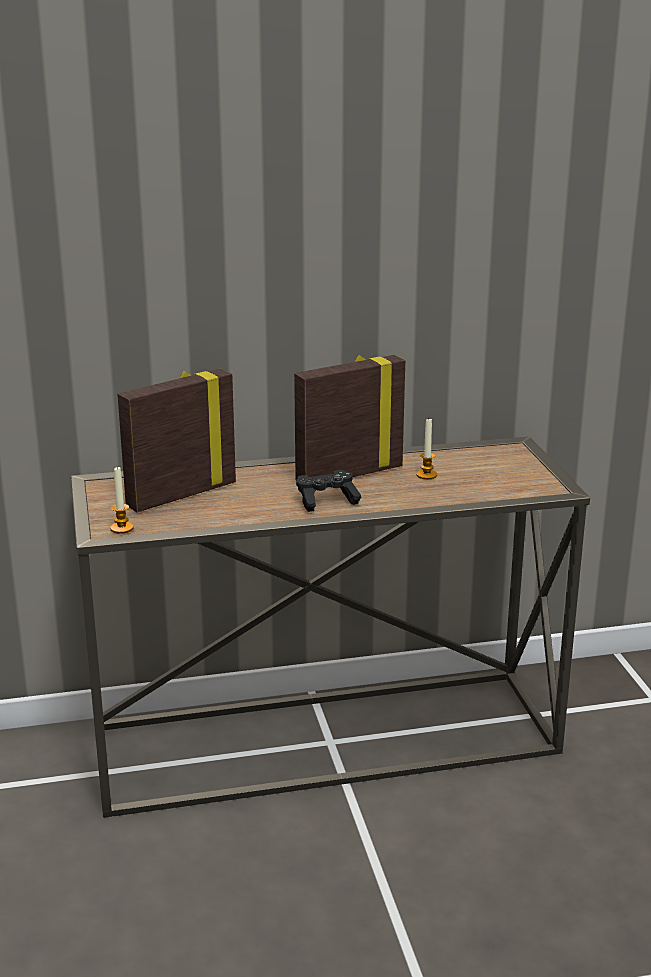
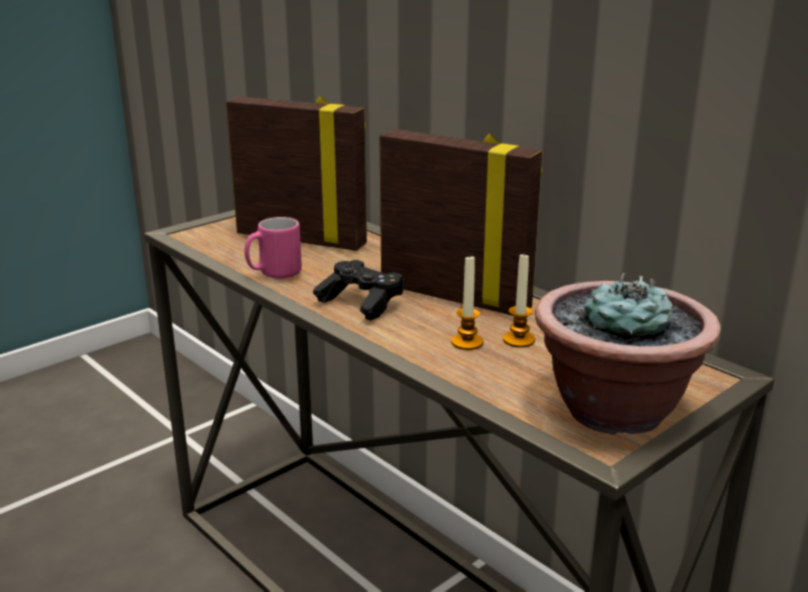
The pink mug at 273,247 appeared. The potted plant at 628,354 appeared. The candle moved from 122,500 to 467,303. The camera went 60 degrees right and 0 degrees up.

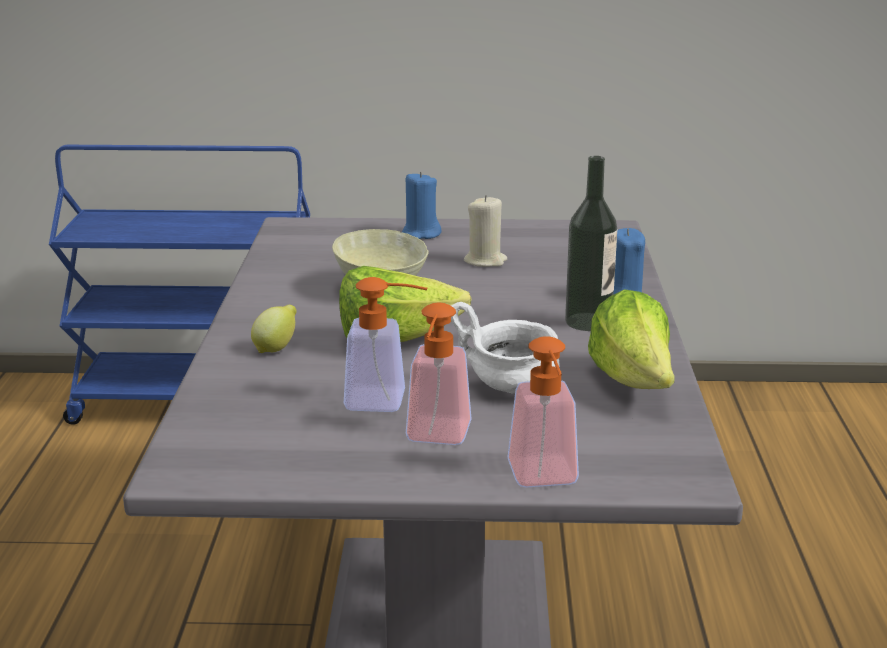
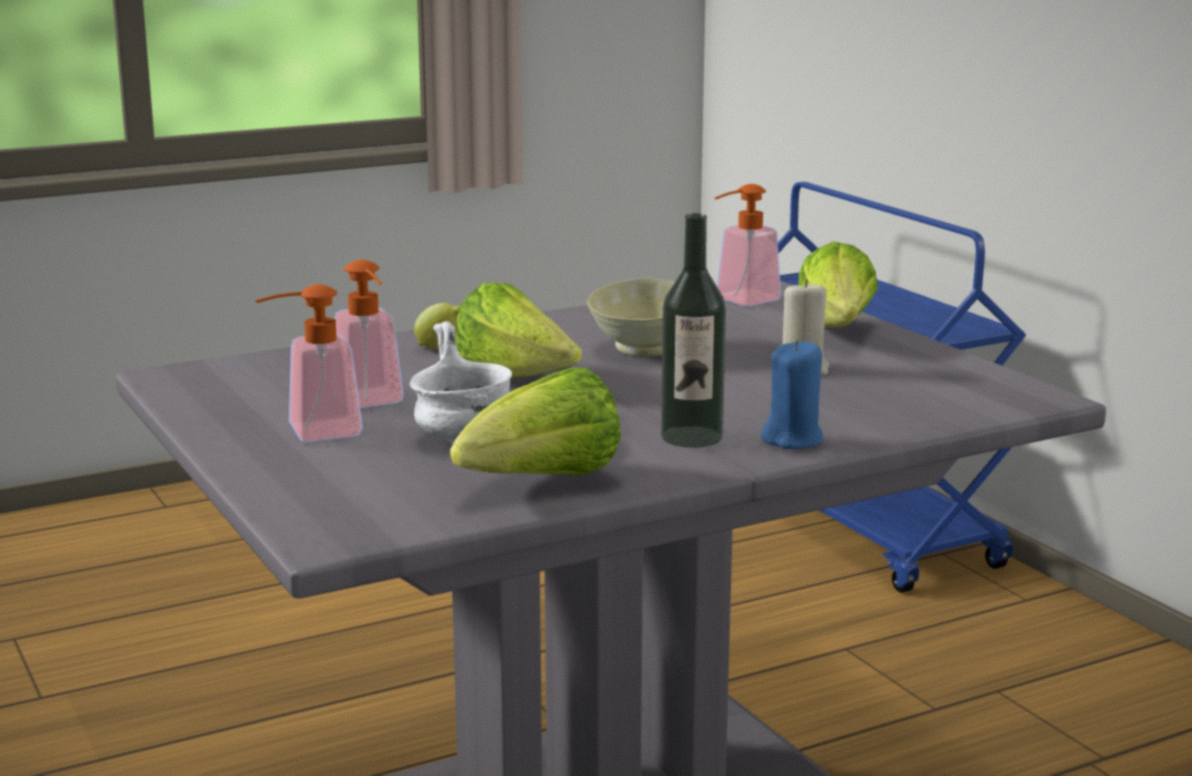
The soap dispenser moved from 543,412 to 748,245. The blue candle at 421,205 was replaced by the lettuce at 838,284. The camera went 60 degrees right and 5 degrees down.

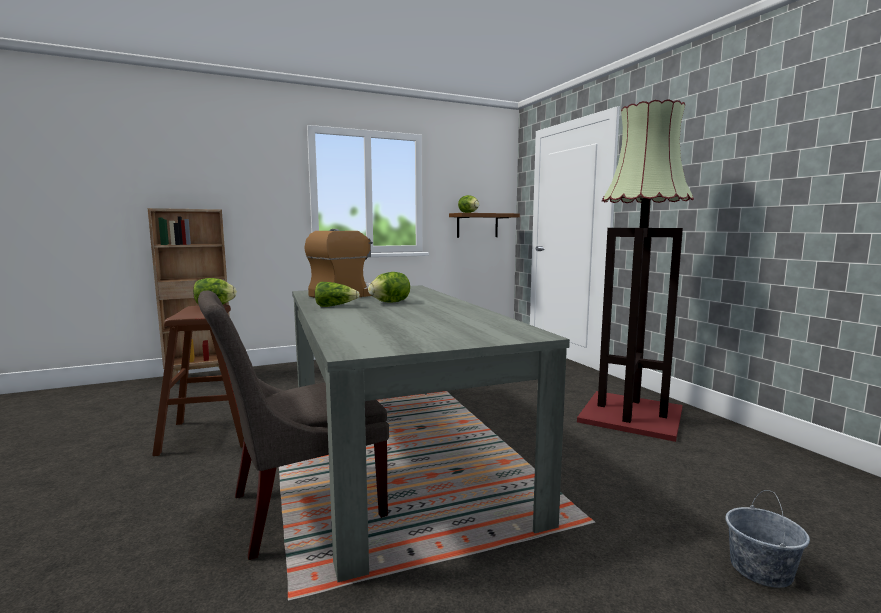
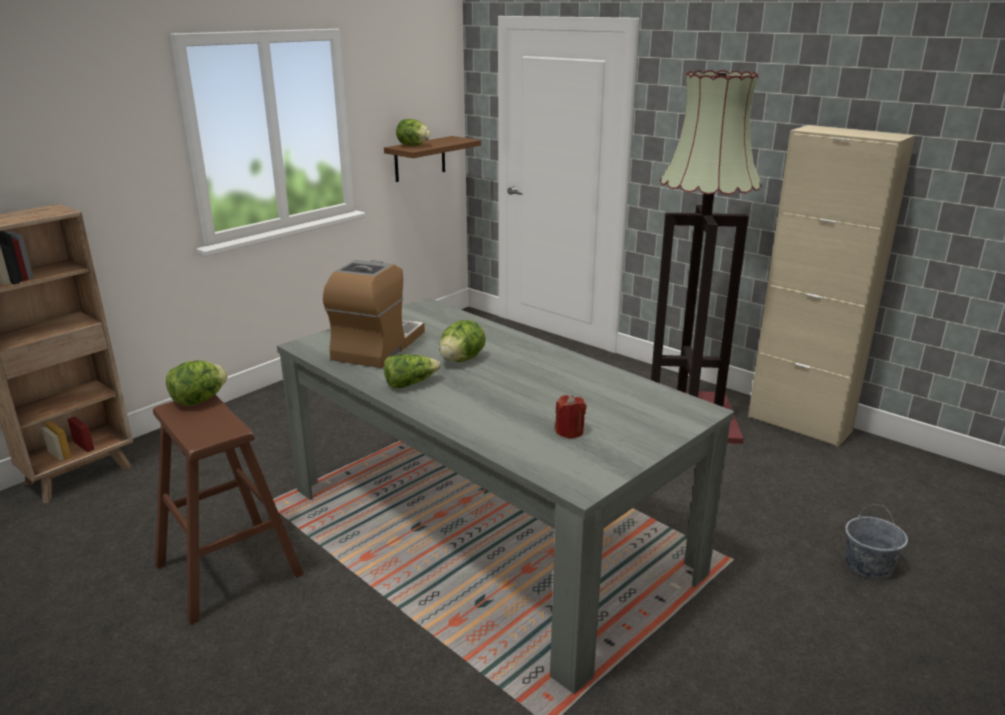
The grey chair at 293,425 disappeared. The red candle at 570,417 appeared. The beige cabinet at 832,286 appeared. The camera went 25 degrees left and 15 degrees up.

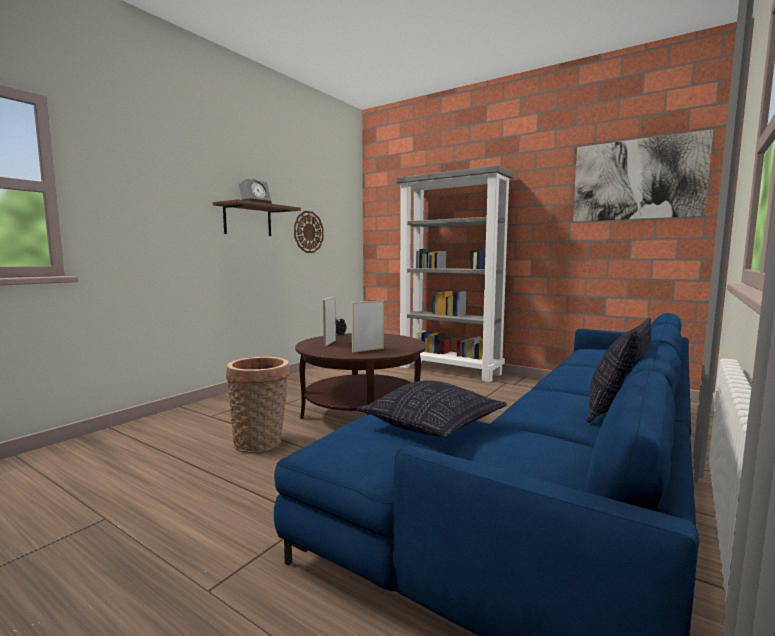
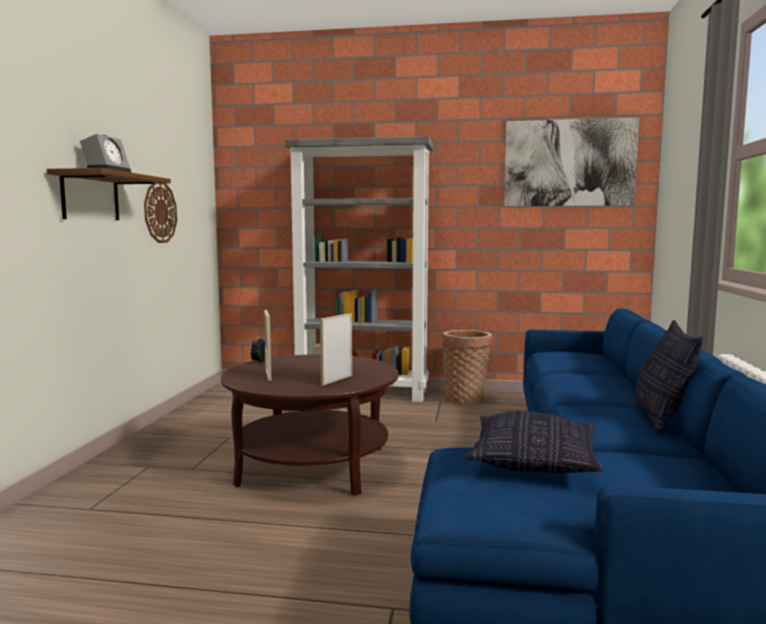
The basket moved from 257,405 to 467,368. The camera went 25 degrees left and 0 degrees up.

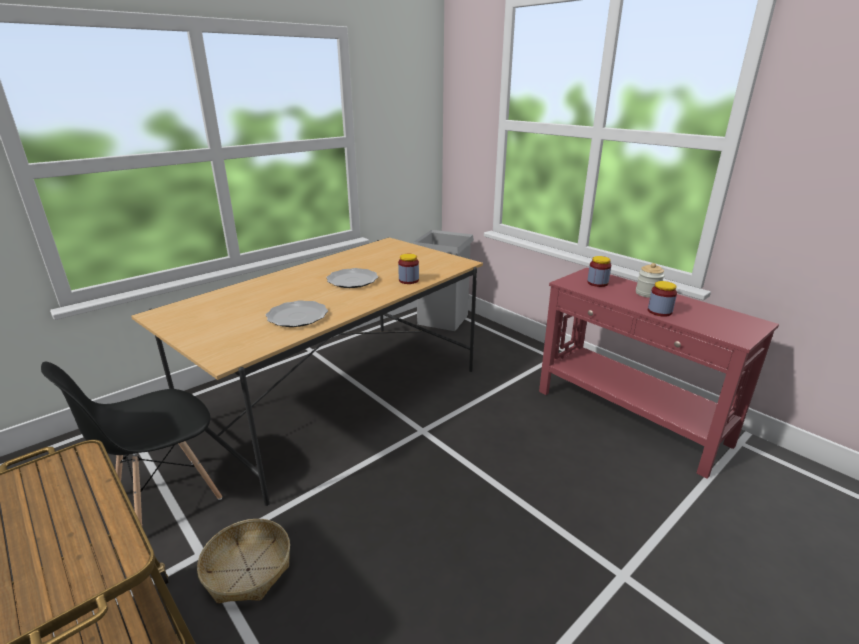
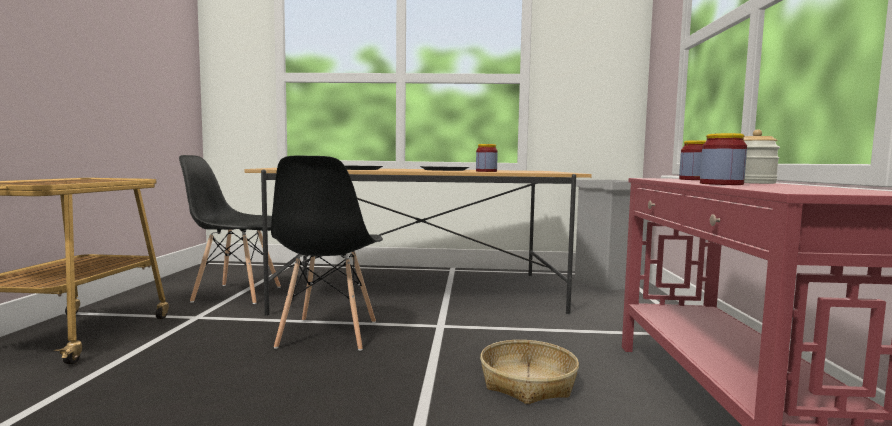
The black chair at 327,253 appeared. The basket moved from 243,561 to 529,372. The camera went 45 degrees right and 20 degrees down.

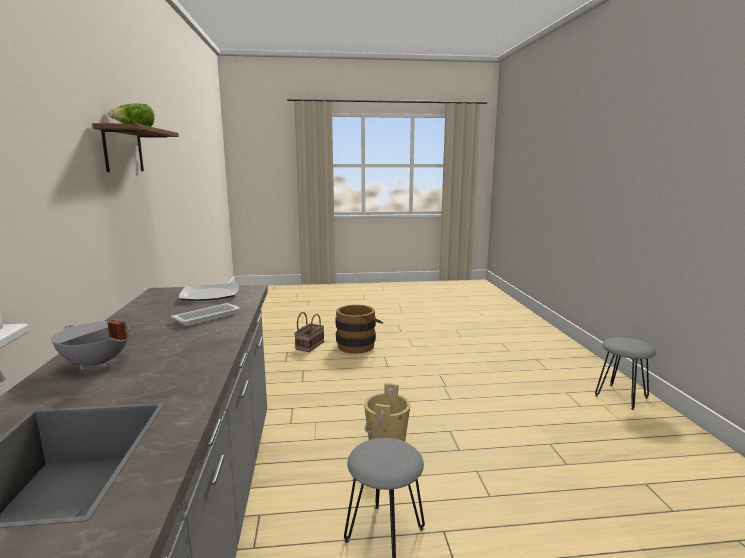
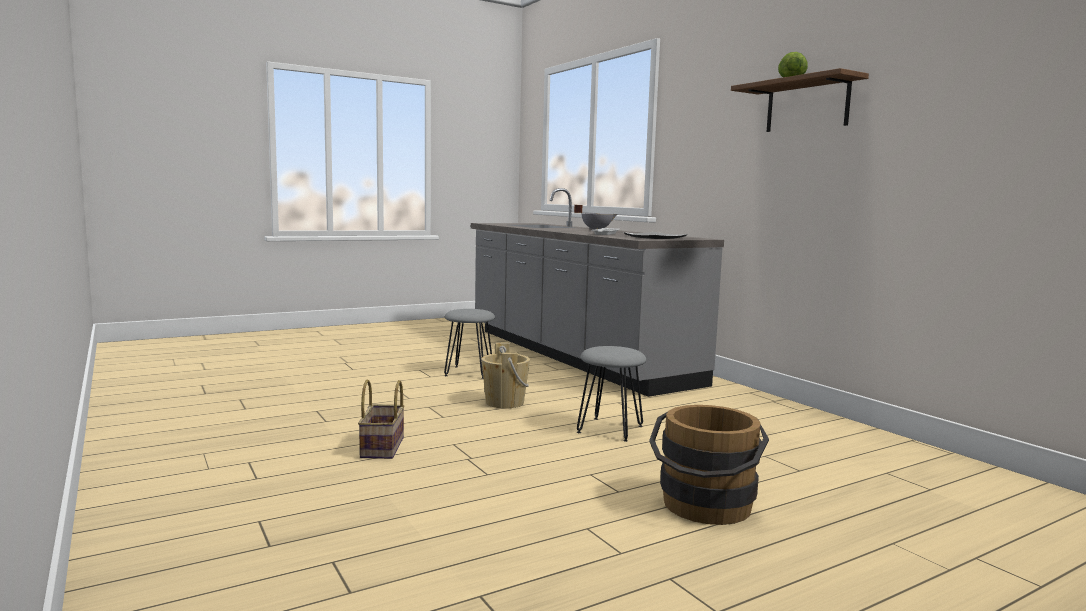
The basket moved from 309,332 to 381,419. The grey stool moved from 625,373 to 611,394. The camera went 155 degrees right and 5 degrees down.

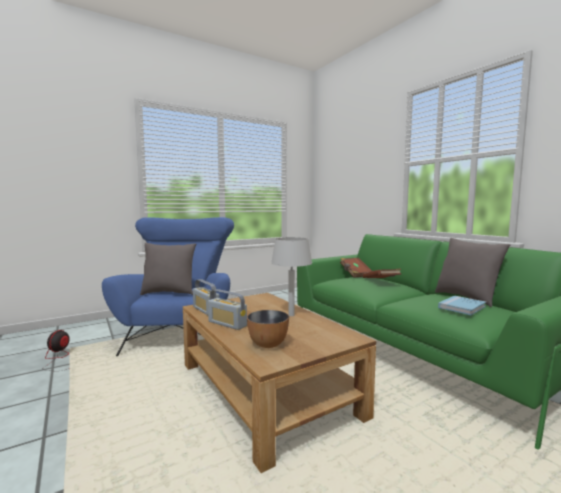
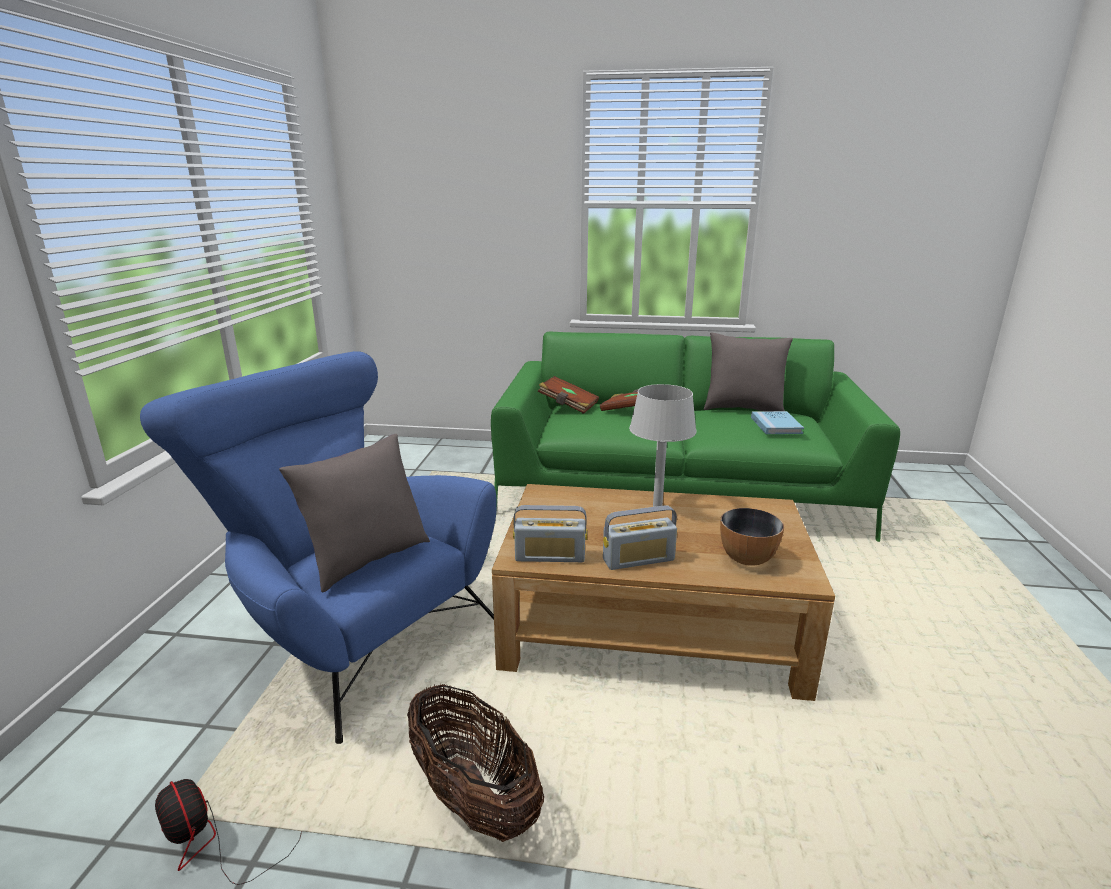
The basket at 475,762 appeared. The camera went 50 degrees left and 15 degrees up.

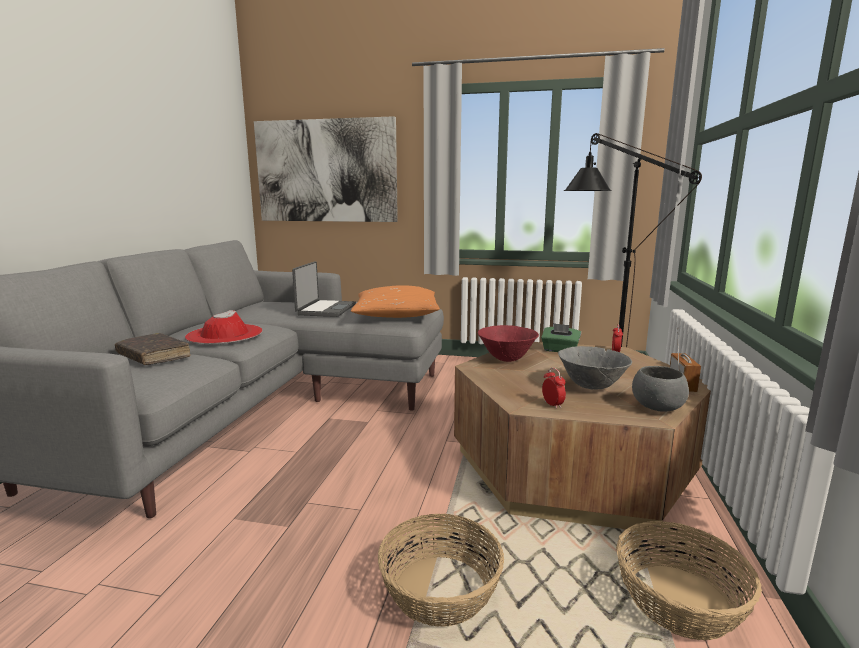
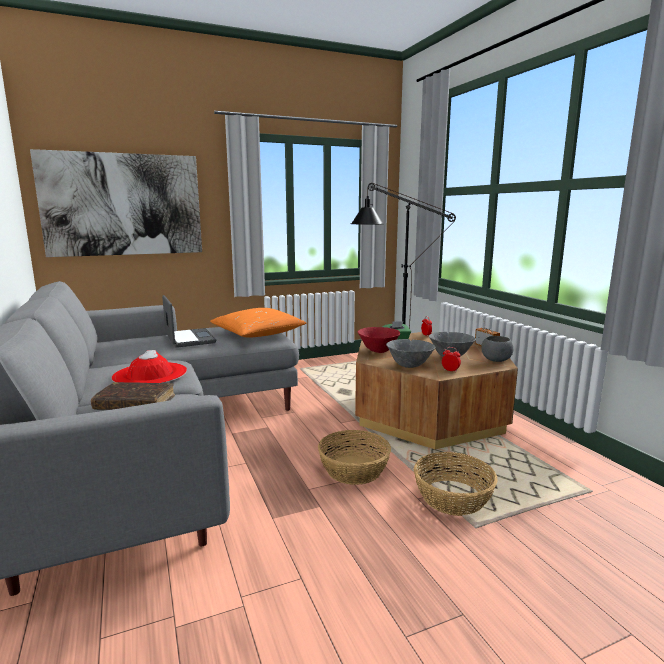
The grey bowl at 411,353 appeared. The basket moved from 689,580 to 354,457. The camera went 35 degrees left and 0 degrees up.

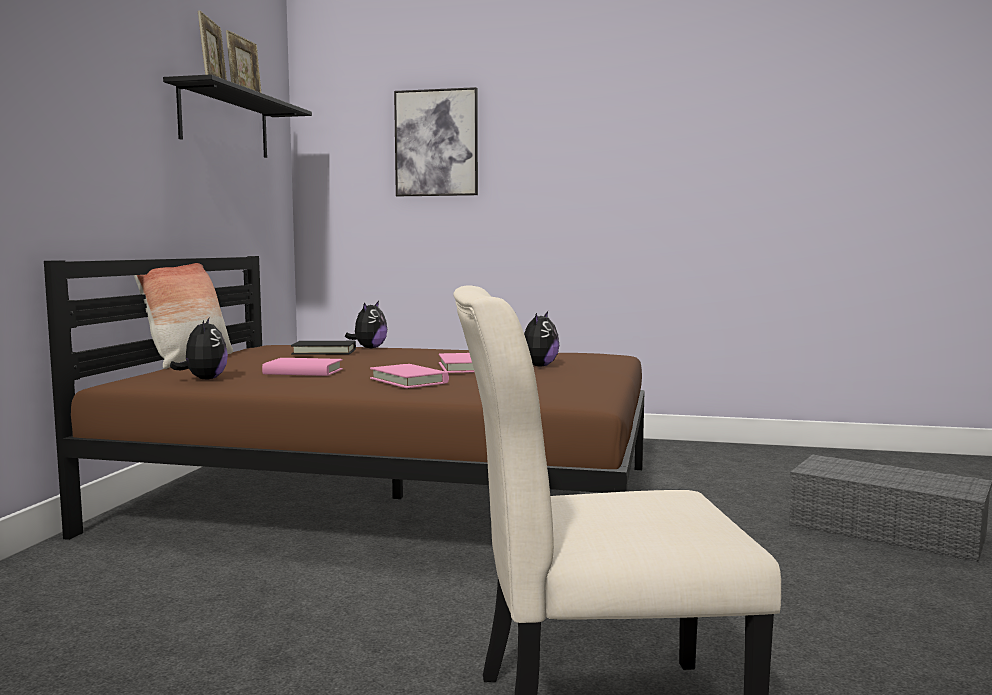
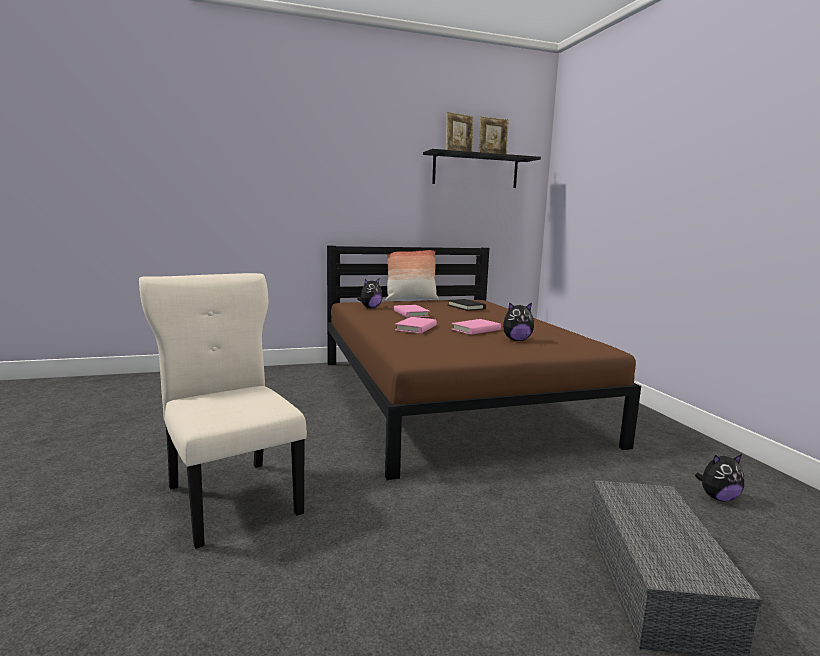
The picture at 436,141 disappeared. The plush toy moved from 366,324 to 719,477. The camera went 60 degrees right and 5 degrees up.

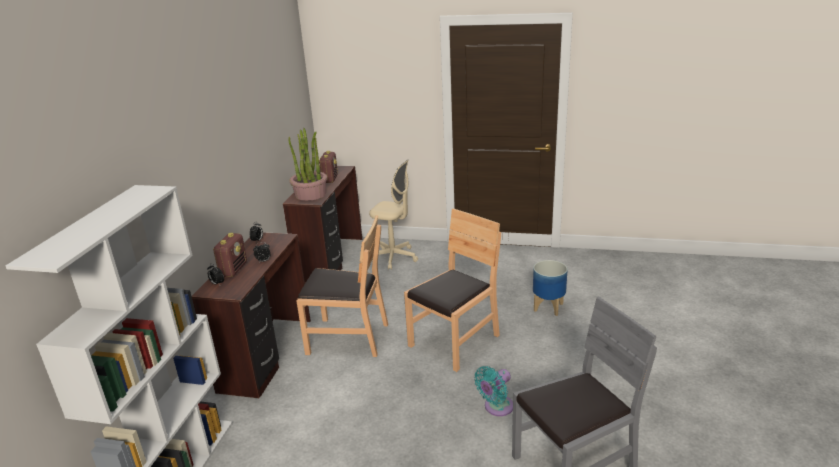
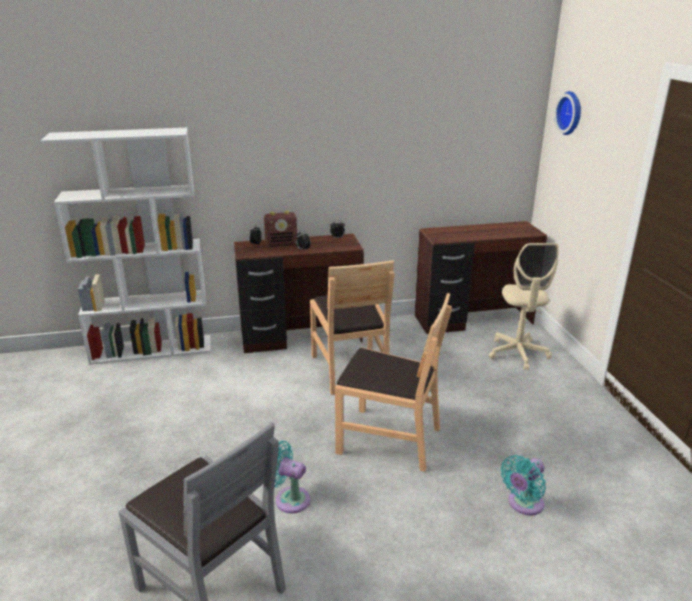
The potted plant at 308,164 disappeared. The radio at 328,167 disappeared. The wall clock at 567,113 appeared. The planter at 550,288 was replaced by the turquoise fan at 523,485. The camera went 65 degrees right and 0 degrees up.

